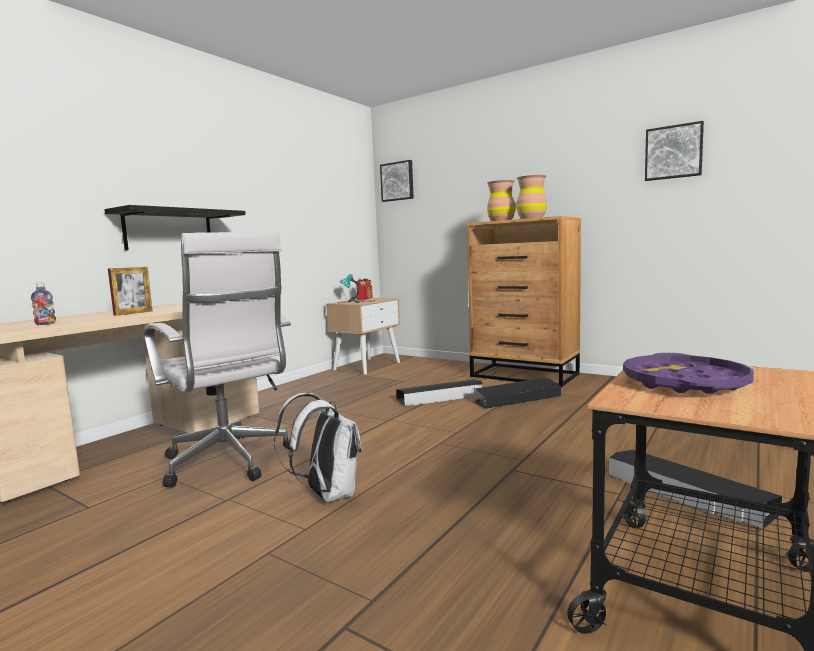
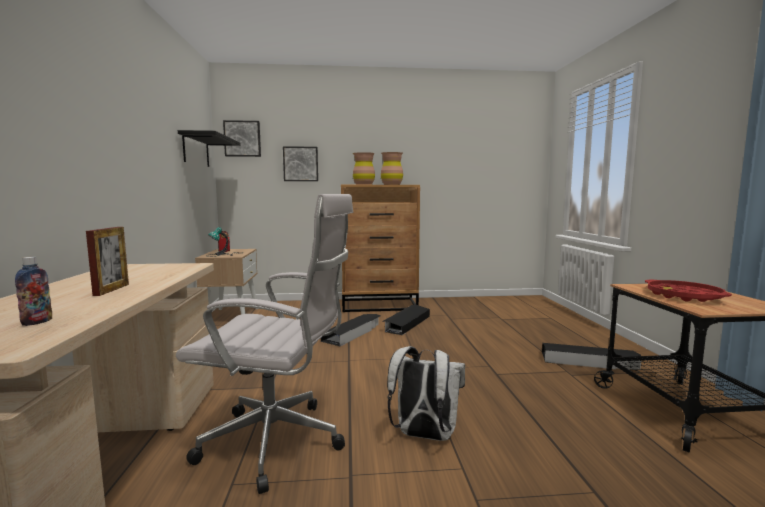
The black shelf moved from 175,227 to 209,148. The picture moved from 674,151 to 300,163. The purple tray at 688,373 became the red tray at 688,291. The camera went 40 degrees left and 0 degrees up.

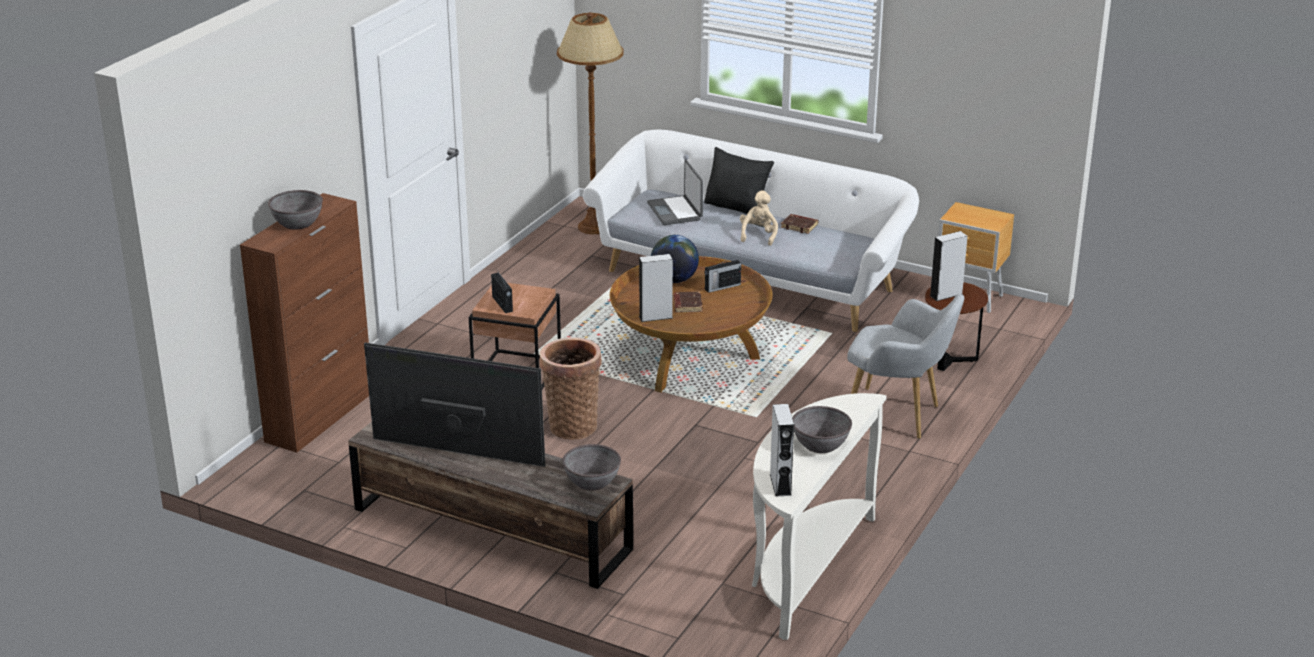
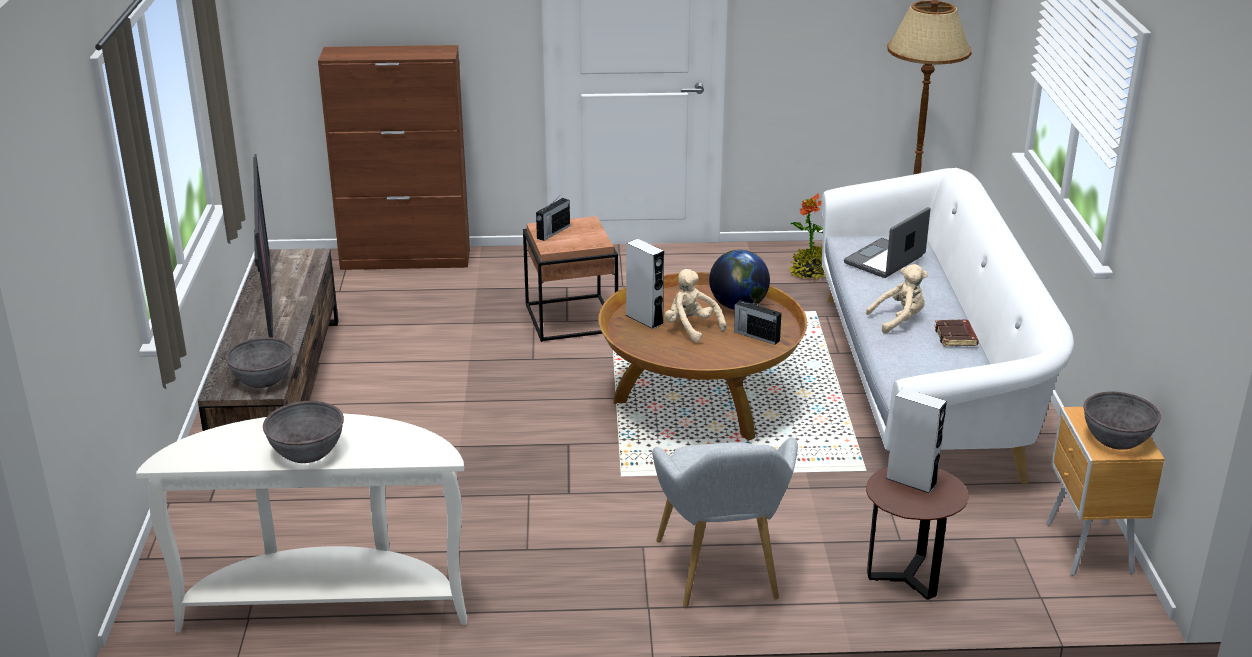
The basket at 571,388 disappeared. The black pillow at 739,180 disappeared. The grey speaker at 782,450 disappeared. The potted plant at 807,236 appeared. The grey bowl moved from 295,210 to 1122,421. The brown book at 688,302 was replaced by the beige plush toy at 696,305. The camera went 60 degrees right and 0 degrees up.

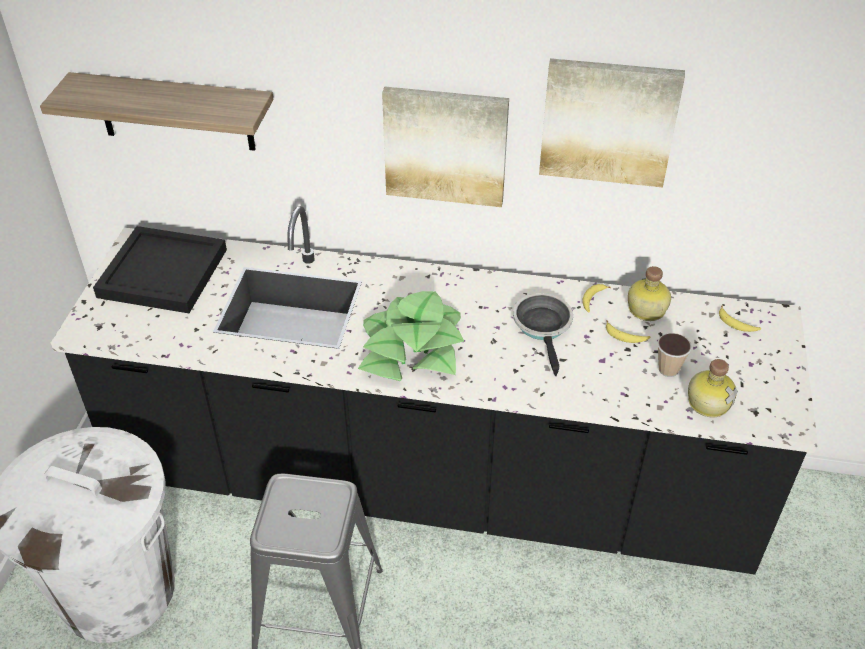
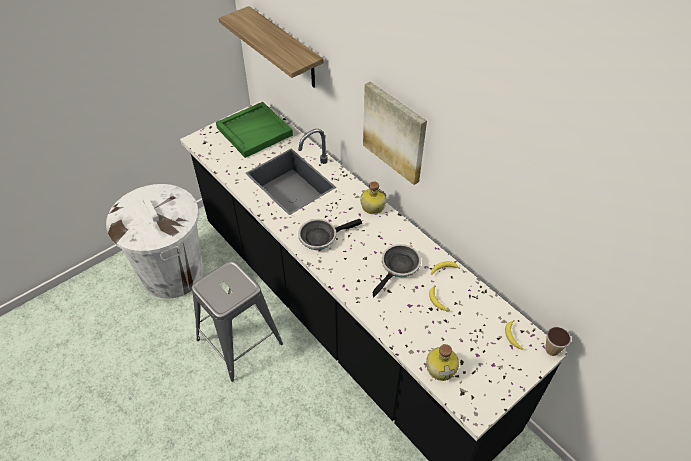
The picture at 612,122 disappeared. The bottle moved from 649,293 to 373,197. The cup moved from 674,355 to 558,341. The potted plant at 411,336 was replaced by the frying pan at 330,234. The black tray at 160,269 became the green tray at 254,130. The camera went 40 degrees right and 5 degrees up.

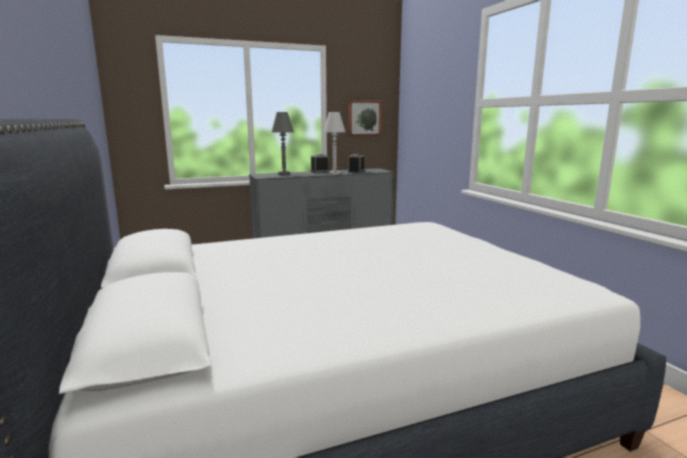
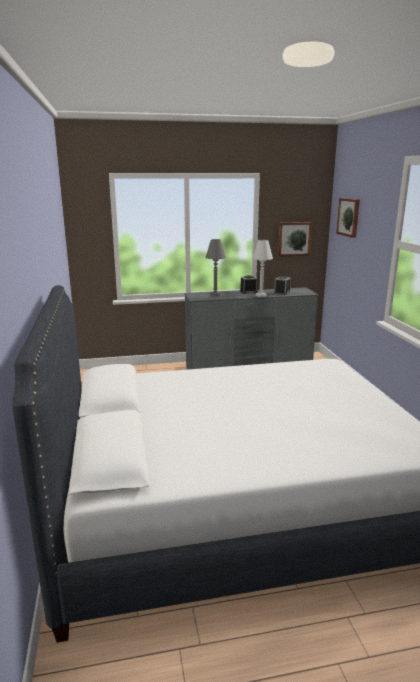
The picture at 348,218 appeared. The camera went 10 degrees right and 5 degrees up.

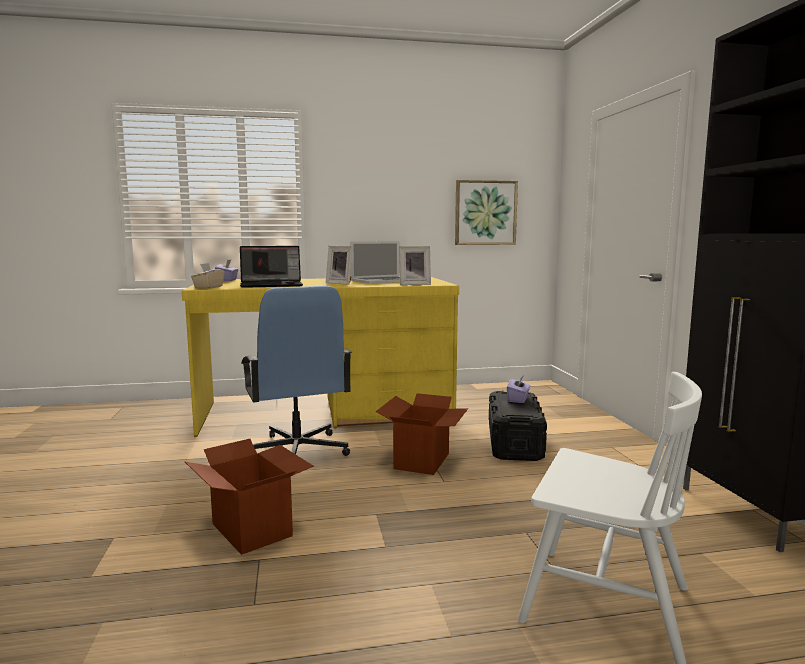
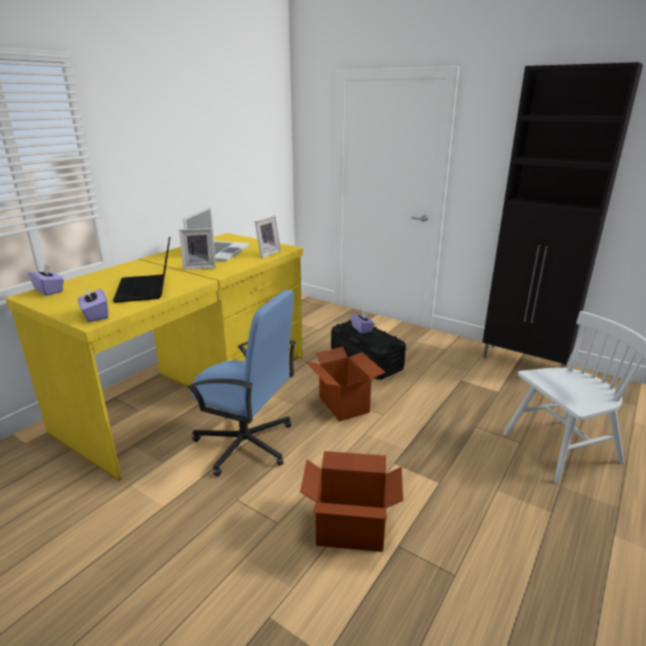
The picture at 486,212 disappeared. The beige tissue box at 207,276 became the purple tissue box at 92,304. The laptop at 271,267 turned 135 degrees clockwise. The camera went 45 degrees left and 15 degrees up.

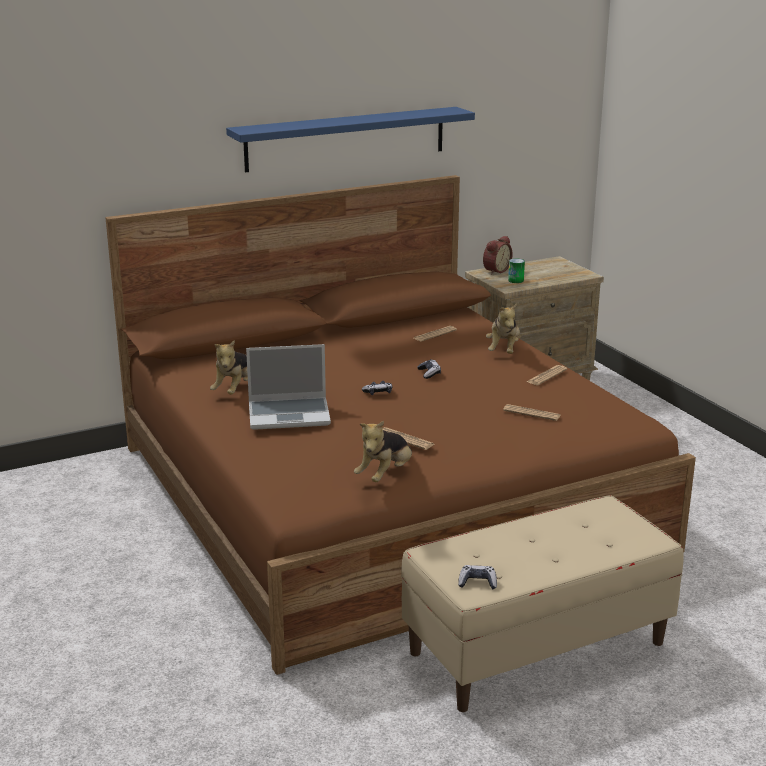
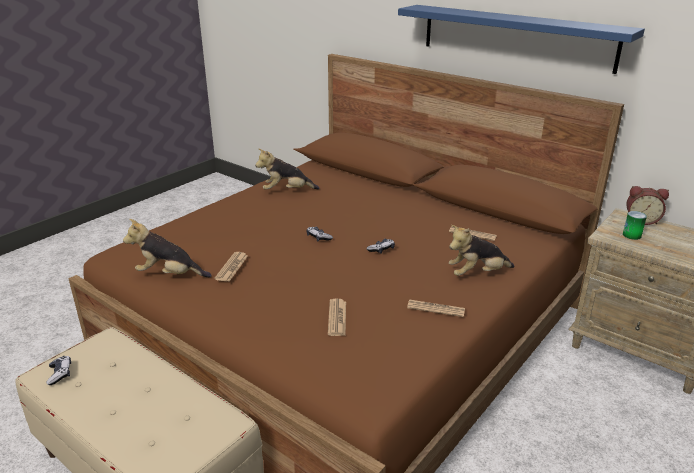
The laptop at 288,387 disappeared. The camera went 65 degrees right and 5 degrees up.

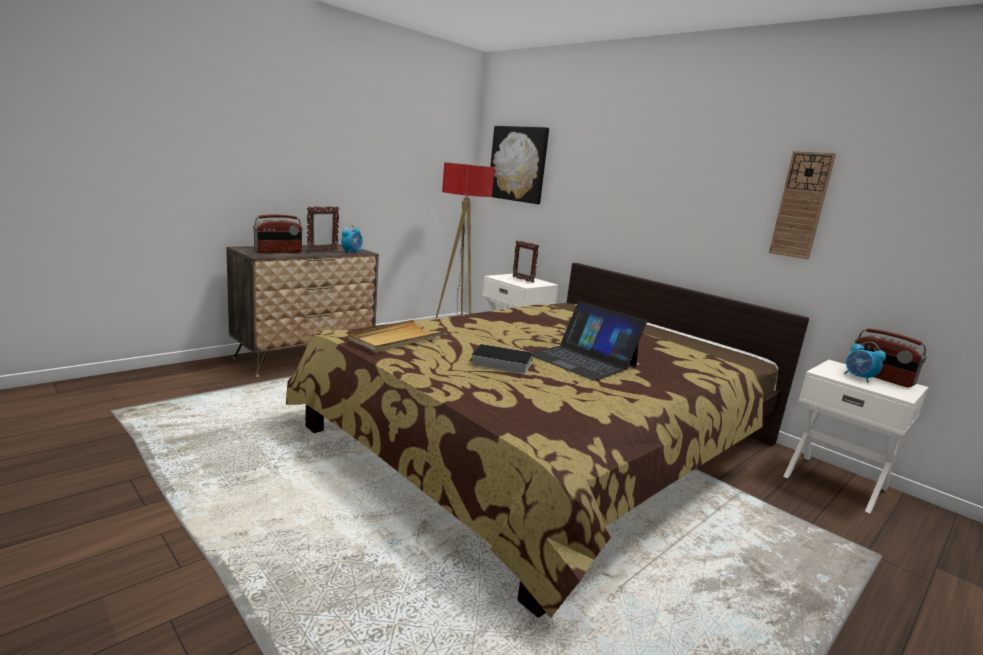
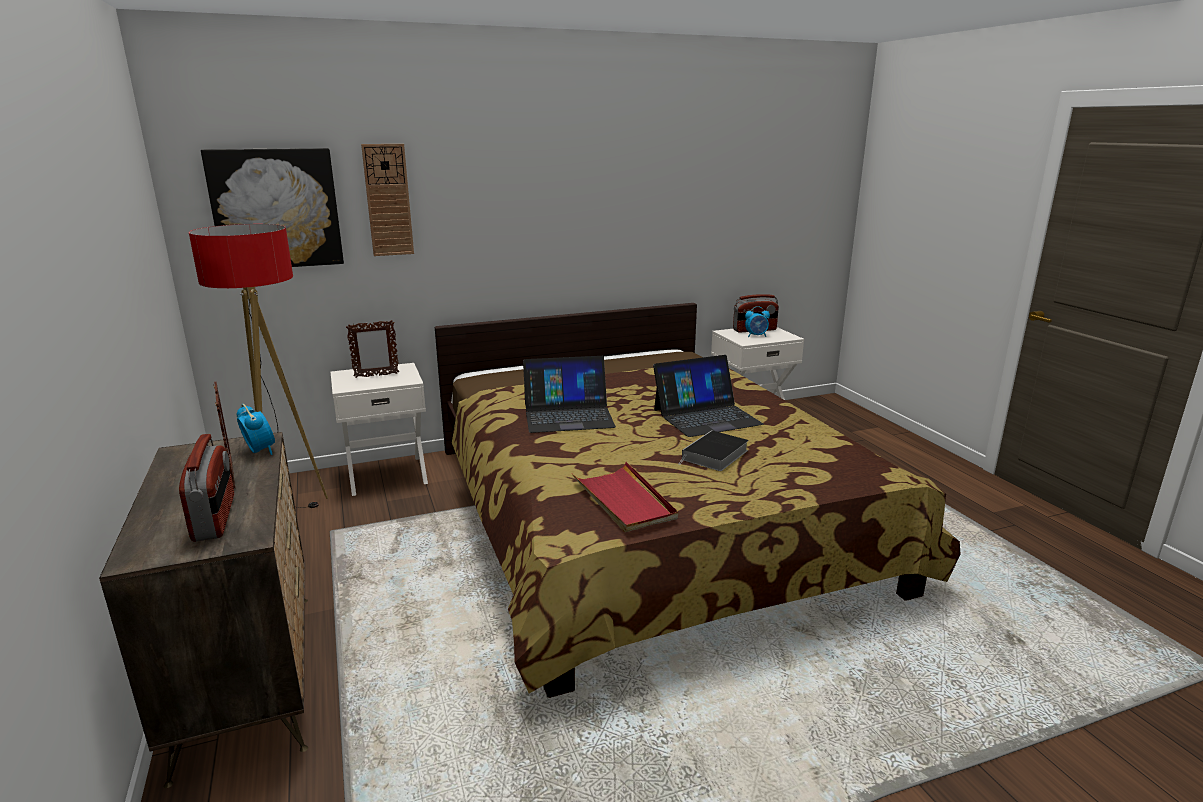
The laptop at 569,394 appeared. The wall clock moved from 802,205 to 387,200. The beige tray at 396,336 became the red tray at 625,497. The camera went 65 degrees left and 5 degrees up.

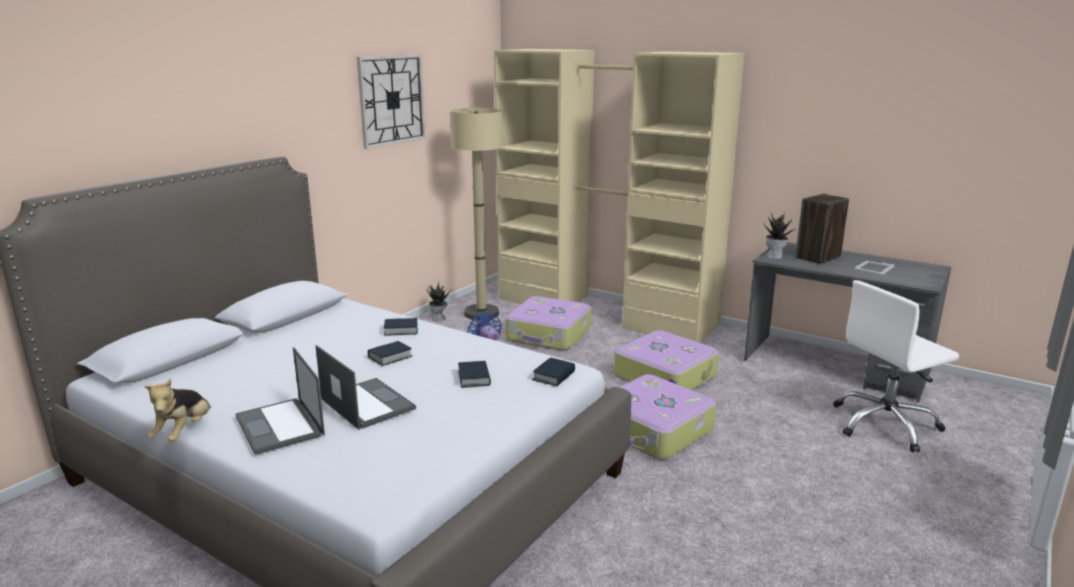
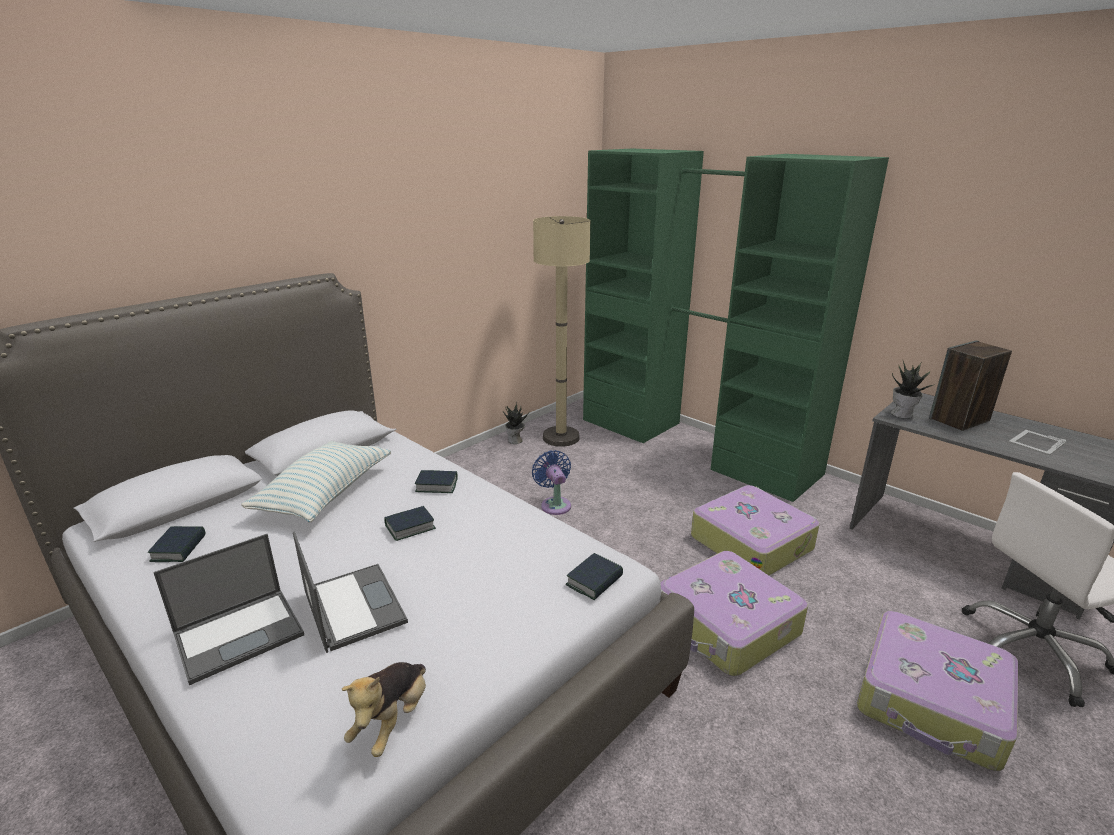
The wall clock at 391,101 disappeared. The pillow at 316,482 appeared. The plush toy moved from 178,410 to 384,709. The book moved from 474,374 to 176,544. The suitcase moved from 549,323 to 938,691. The beige wardrobe at 619,196 became the green wardrobe at 736,325. The laptop at 280,401 turned 105 degrees counterclockwise. The camera went 10 degrees right and 5 degrees up.

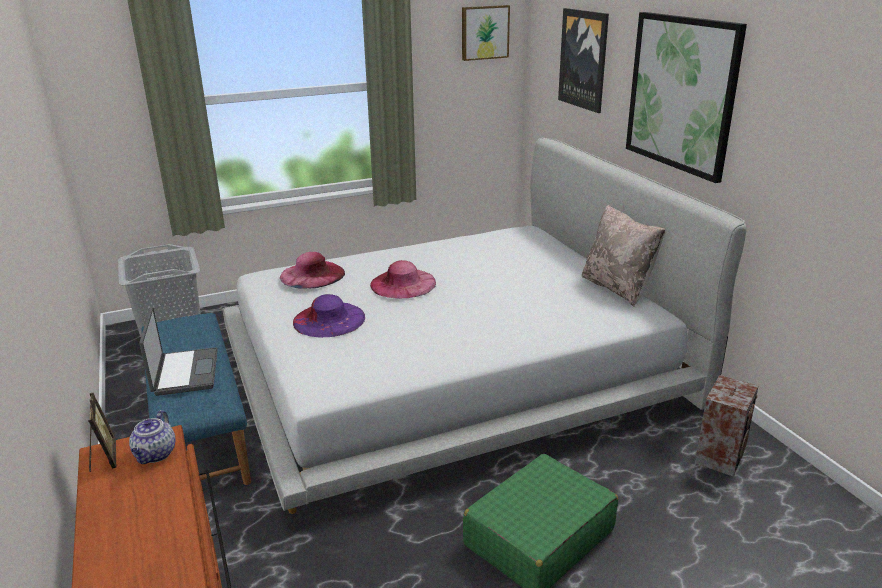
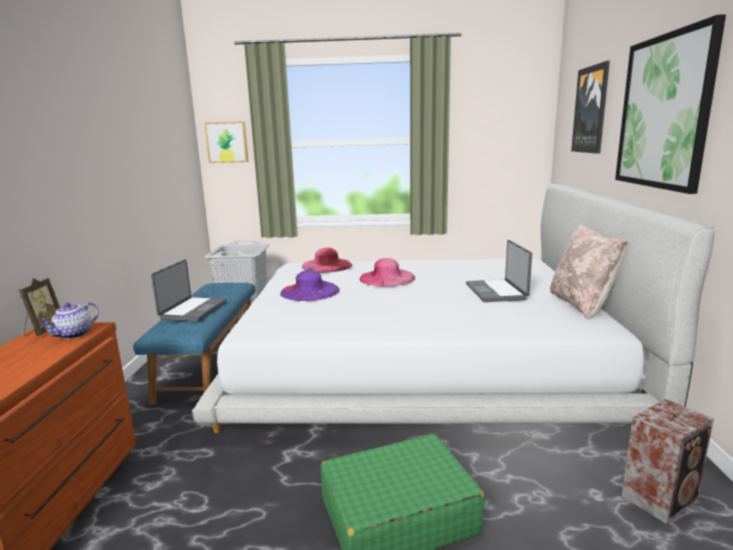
The laptop at 499,271 appeared. The picture moved from 486,33 to 226,142. The camera went 25 degrees right and 10 degrees down.

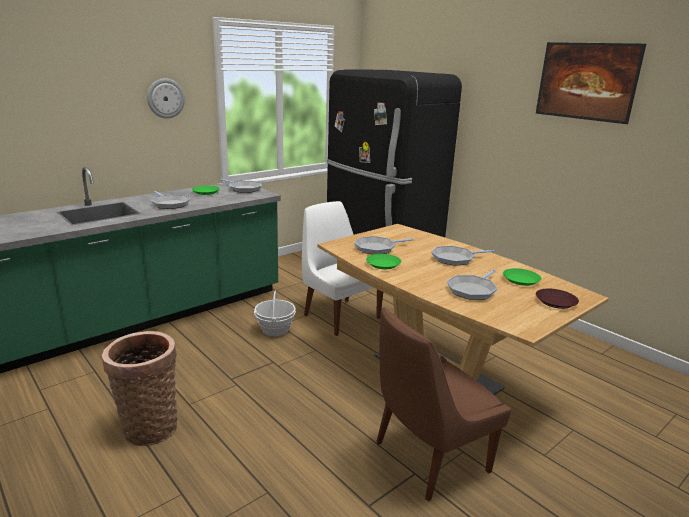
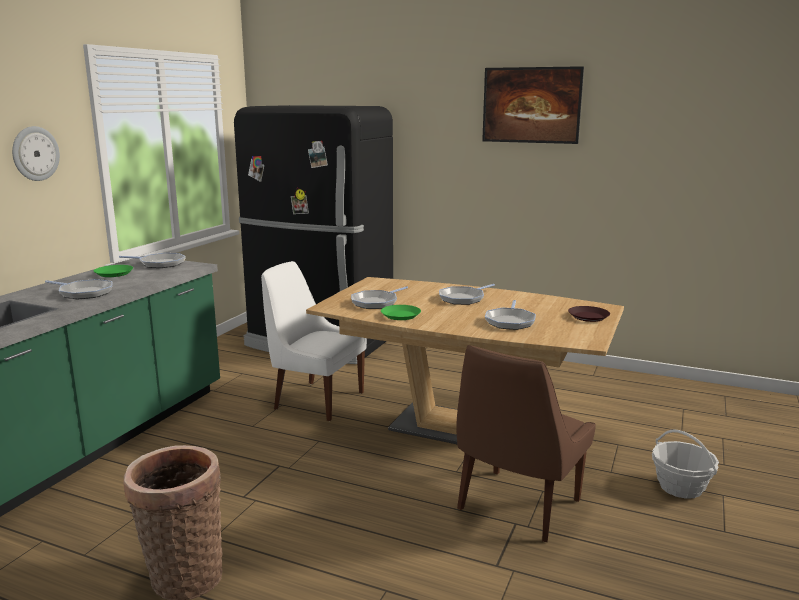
The green plate at 522,277 disappeared. The basket moved from 275,313 to 685,464. The camera went 25 degrees left and 5 degrees down.

